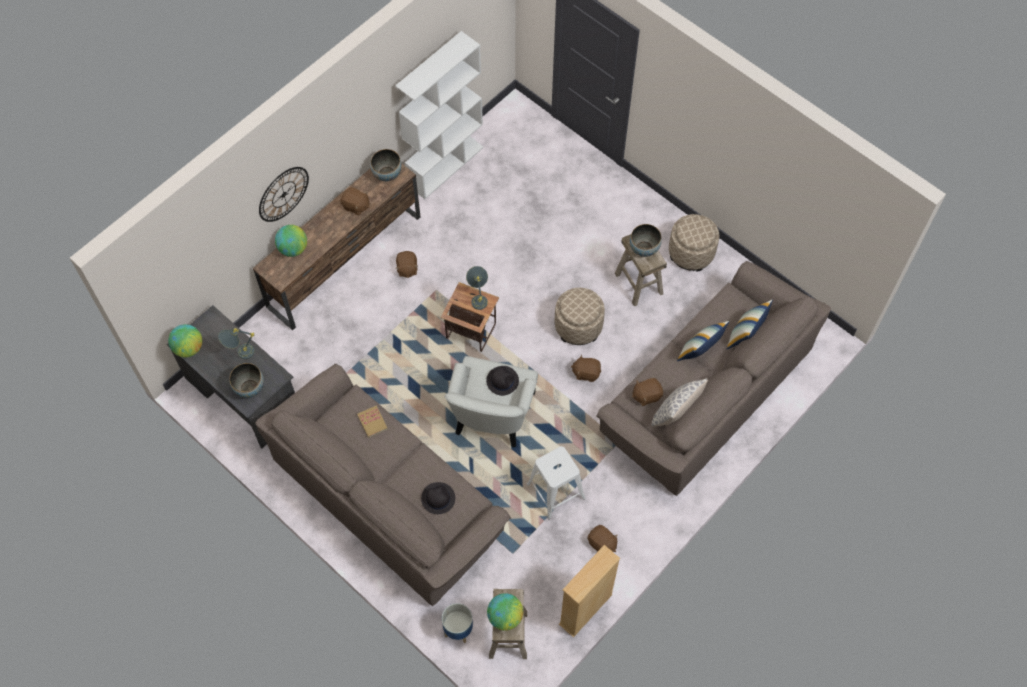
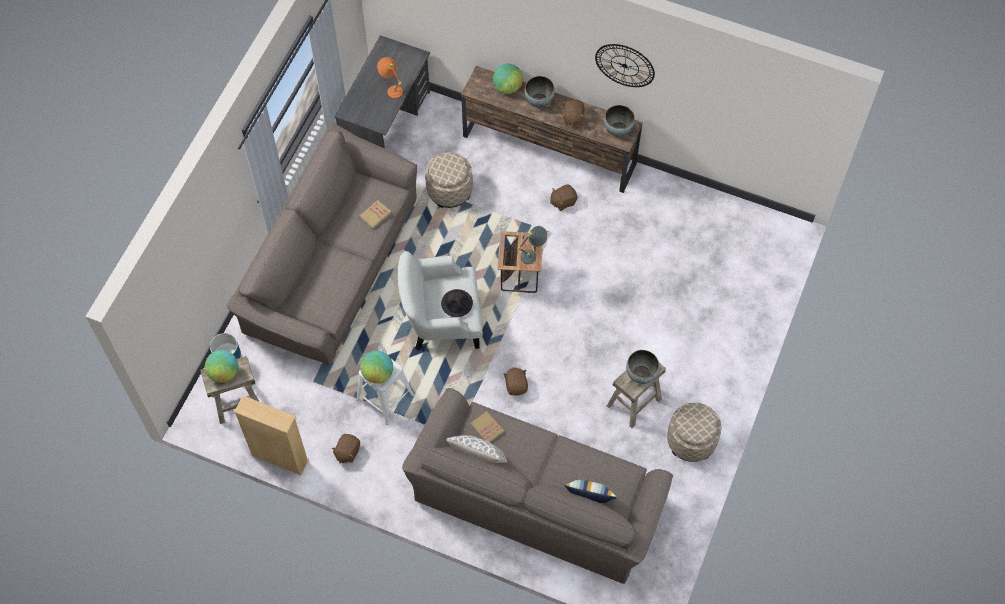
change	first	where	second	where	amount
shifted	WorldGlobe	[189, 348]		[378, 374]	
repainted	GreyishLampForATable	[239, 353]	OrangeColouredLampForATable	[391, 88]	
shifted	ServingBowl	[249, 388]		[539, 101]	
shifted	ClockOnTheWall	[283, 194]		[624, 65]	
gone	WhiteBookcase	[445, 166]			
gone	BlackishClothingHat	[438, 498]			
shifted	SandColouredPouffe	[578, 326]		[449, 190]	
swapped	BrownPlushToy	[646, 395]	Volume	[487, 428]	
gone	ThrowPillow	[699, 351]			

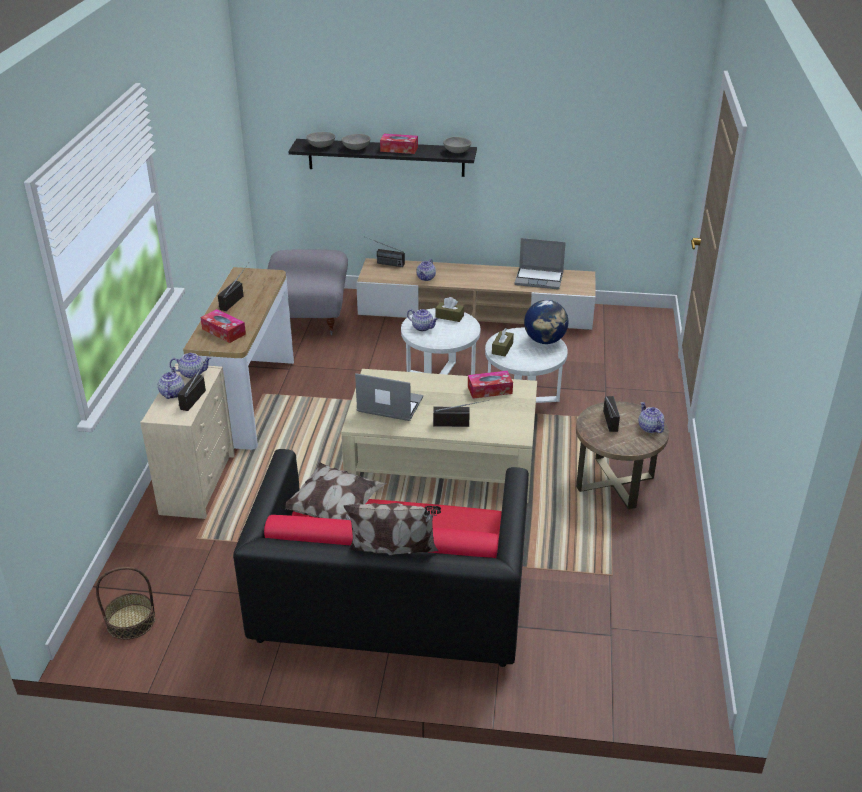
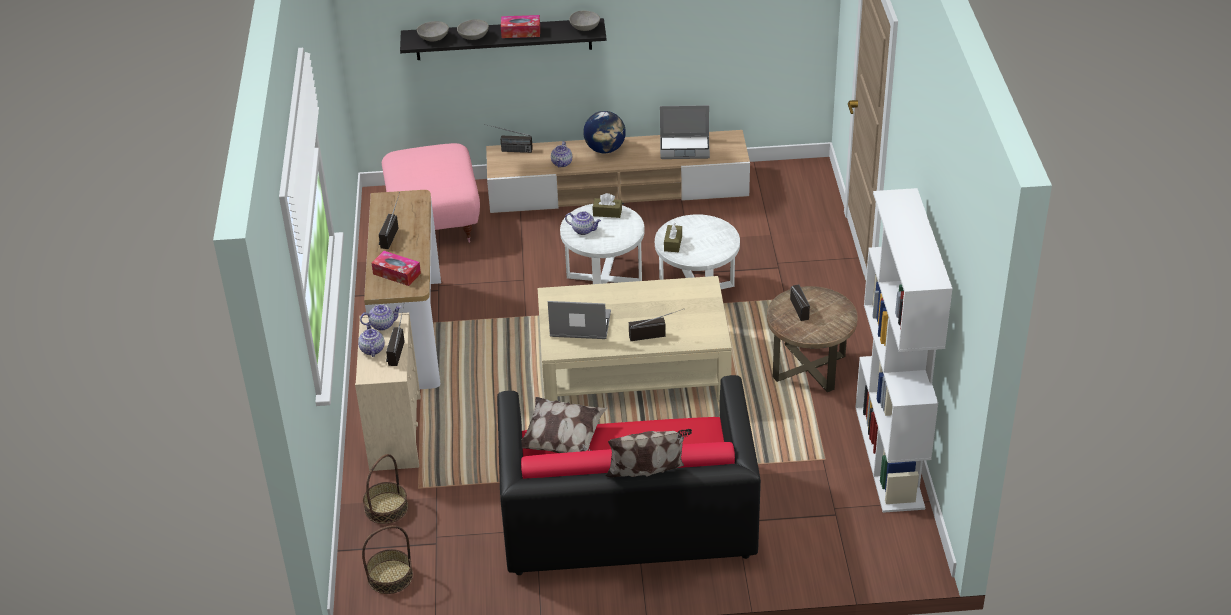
change	first	where	second	where	amount
repainted	GreyishPouffe	[309, 315]	PinkPouffe	[435, 221]	
gone	TissueBox	[489, 390]			
shifted	WorldGlobe	[545, 341]		[605, 149]	
gone	Teapot	[649, 428]			
new			HouseholdBasket	[386, 508]	
new			WhiteBookcase	[890, 457]	

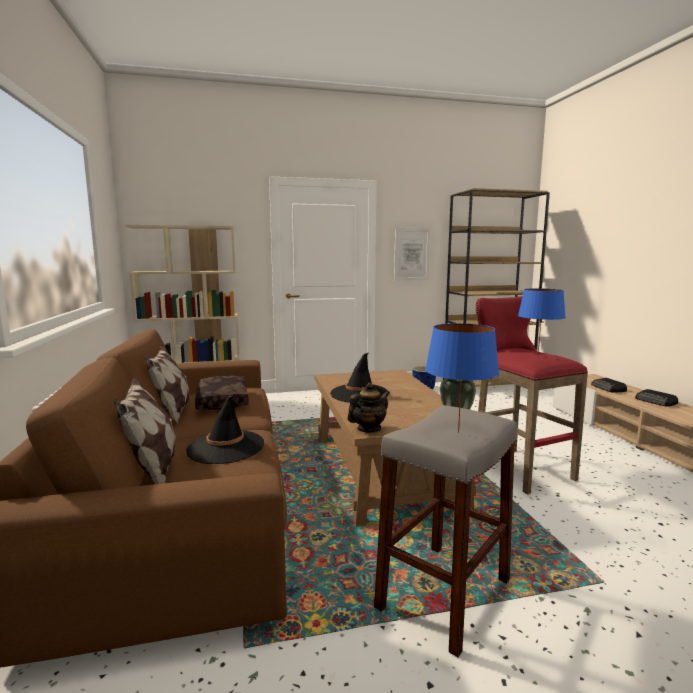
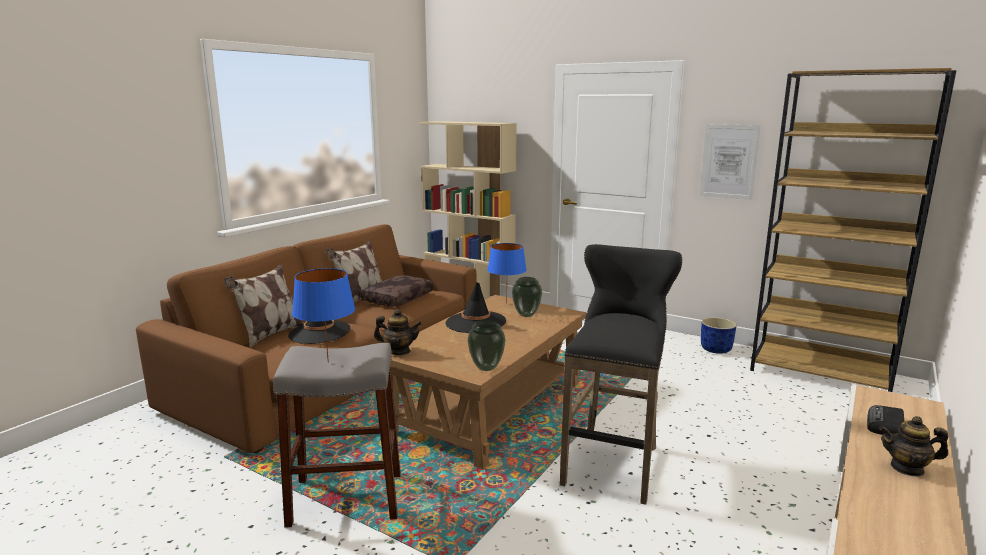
change	first	where	second	where	amount
repainted	ReddishSittingStool	[516, 467]	BlackishSittingStool	[613, 462]	
shifted	BlueLampForATable	[537, 355]		[507, 303]	
swapped	Radio	[656, 401]	Teapot	[907, 468]	
new			FlowerVase	[527, 315]	

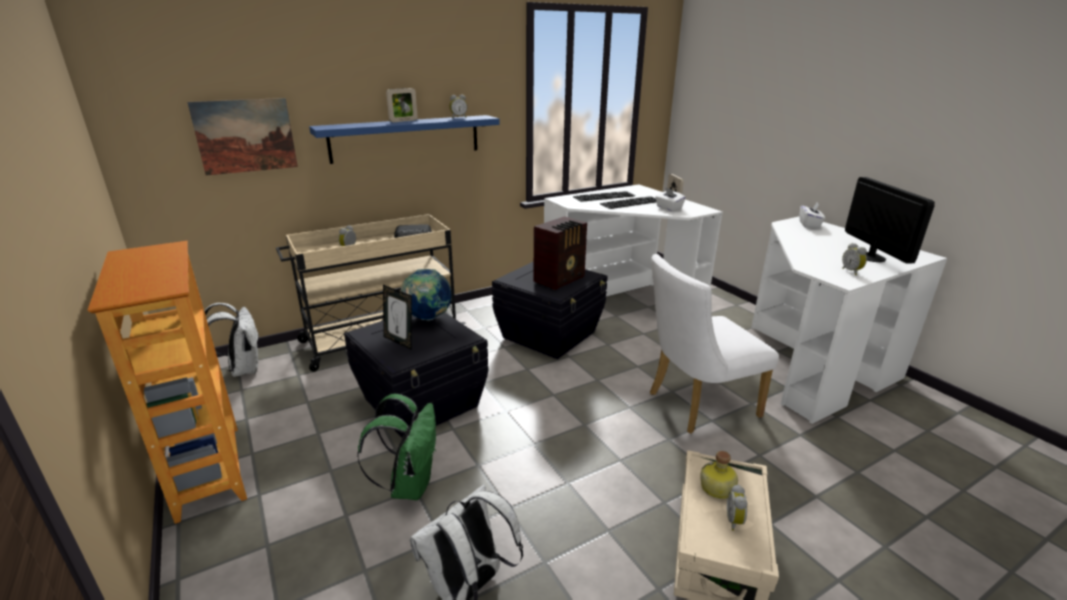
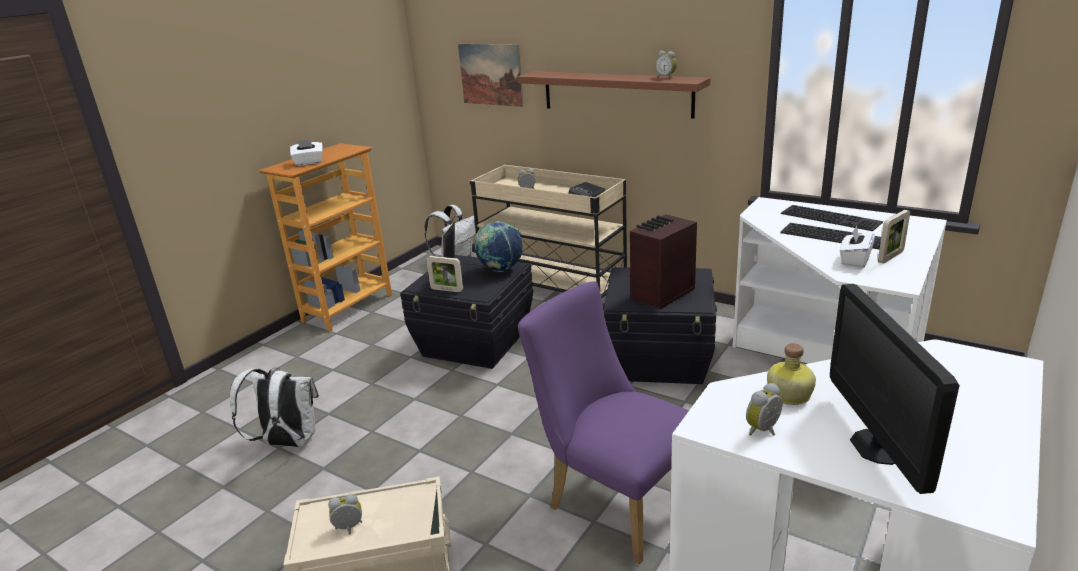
change	first	where	second	where	amount
repainted	BlueBracketShelf	[406, 138]	BrownBracketShelf	[616, 93]	
gone	GreenColouredKnapsack	[410, 484]			
shifted	StandingFrame	[403, 121]		[447, 290]	
rotated	Radio	[560, 279]		[660, 294]	120 degrees clockwise
repainted	WhiteUprightChair	[695, 406]	PurpleUprightChair	[613, 501]	
shifted	DrinkBottle	[716, 489]		[788, 394]	
shifted	WhiteTissueBox	[809, 224]		[309, 162]	
rotated	ComputerDisplay	[870, 257]		[878, 446]	120 degrees clockwise

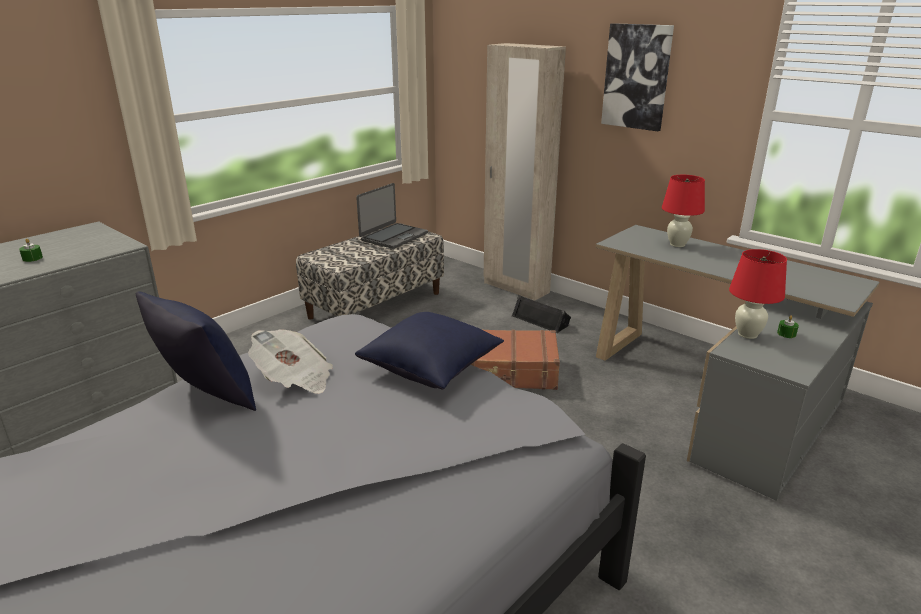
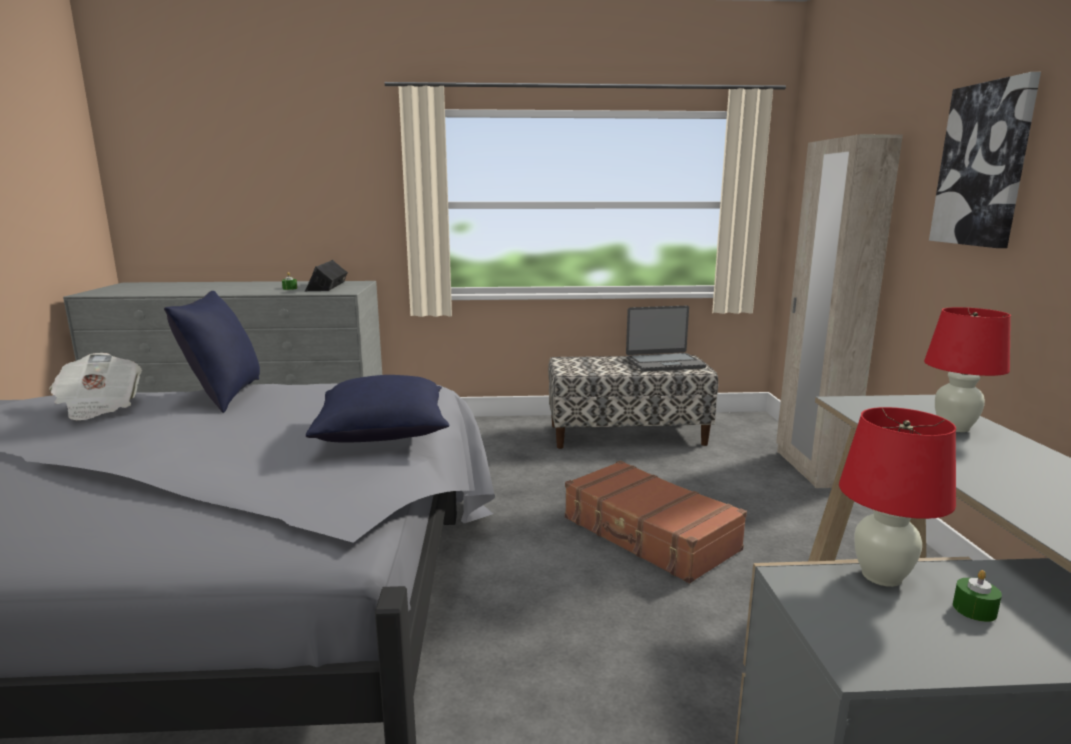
change	first	where	second	where	amount
shifted	DailyPaper	[294, 379]		[99, 407]	
shifted	BlackishLoudspeaker	[541, 320]		[328, 286]	

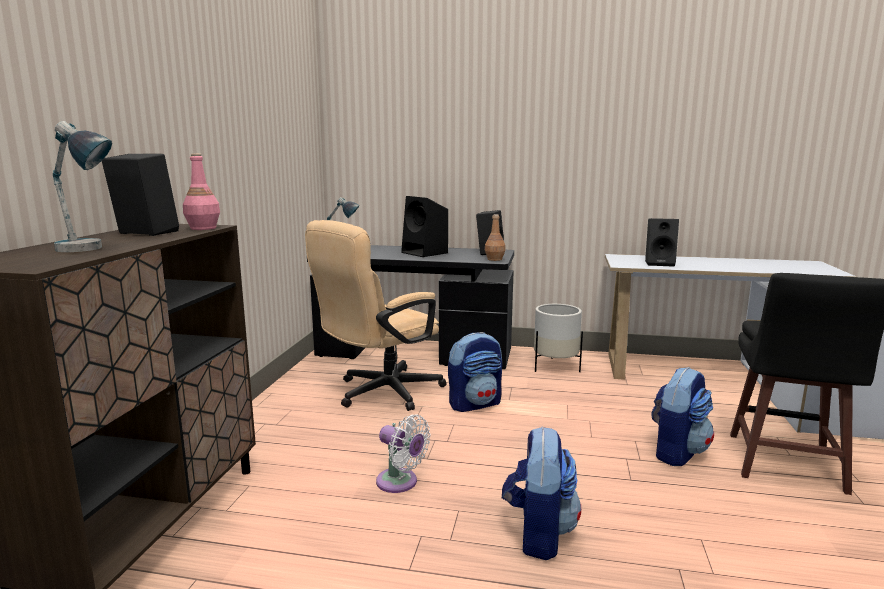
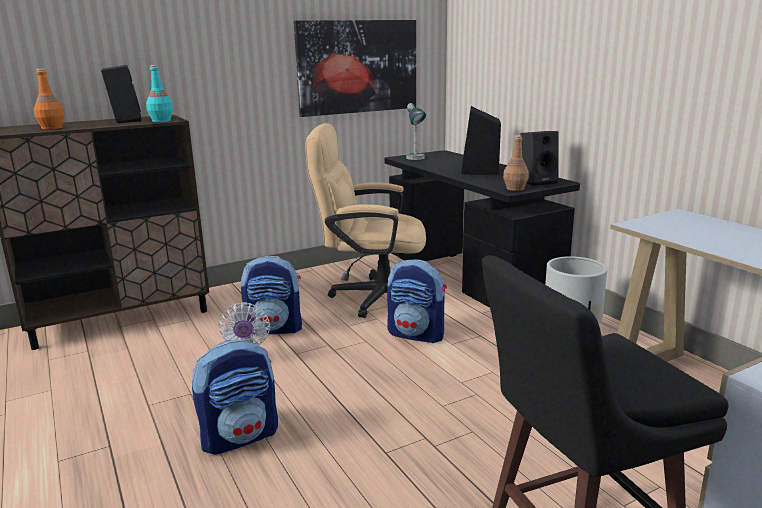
change	first	where	second	where	amount
swapped	LampForATable	[88, 250]	OrangeColouredDrinkBottle	[52, 128]	
repainted	PinkDrinkBottle	[203, 228]	TurquoiseDrinkBottle	[161, 121]	
gone	BlackishLoudspeaker	[660, 263]			
shifted	Knapsack	[677, 452]		[275, 328]	
new			WallArt	[357, 67]	

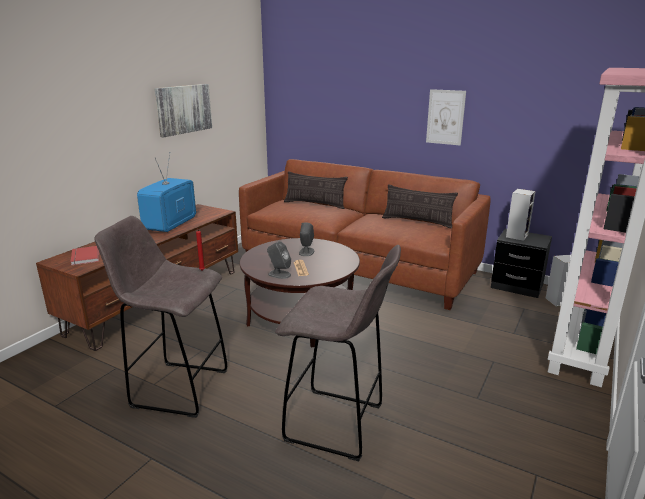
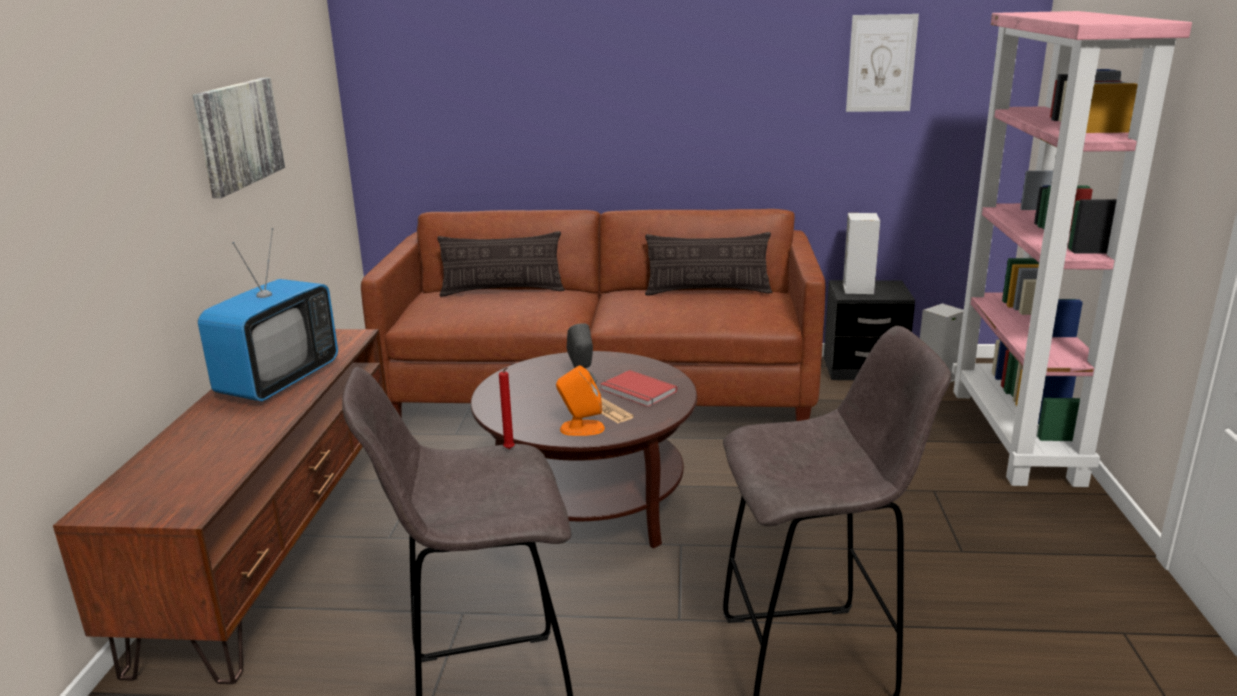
change	first	where	second	where	amount
shifted	ReddishVolume	[84, 257]		[637, 391]	
rotated	Tv	[171, 225]		[279, 381]	150 degrees counterclockwise
repainted	GreyishLoudspeaker	[279, 274]	OrangeColouredLoudspeaker	[581, 428]	
shifted	WallArt	[445, 117]		[881, 63]	

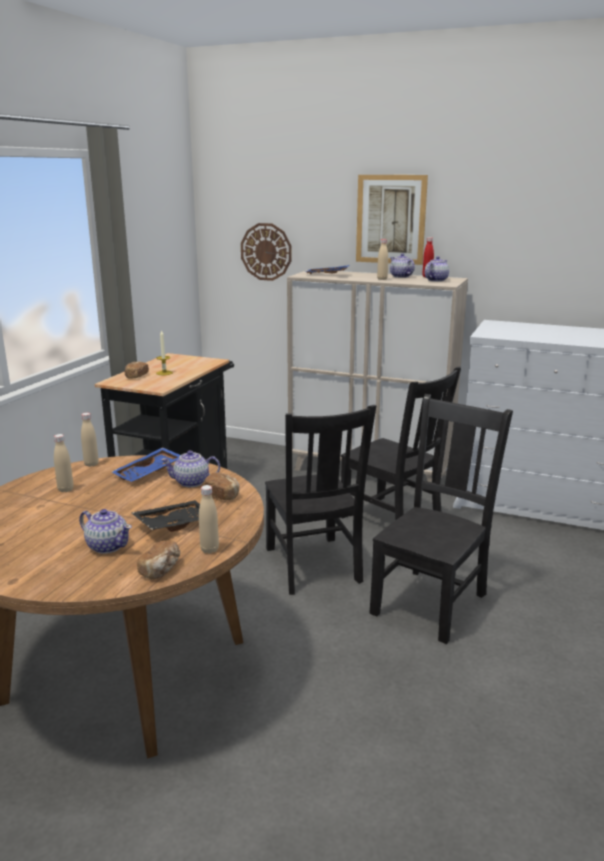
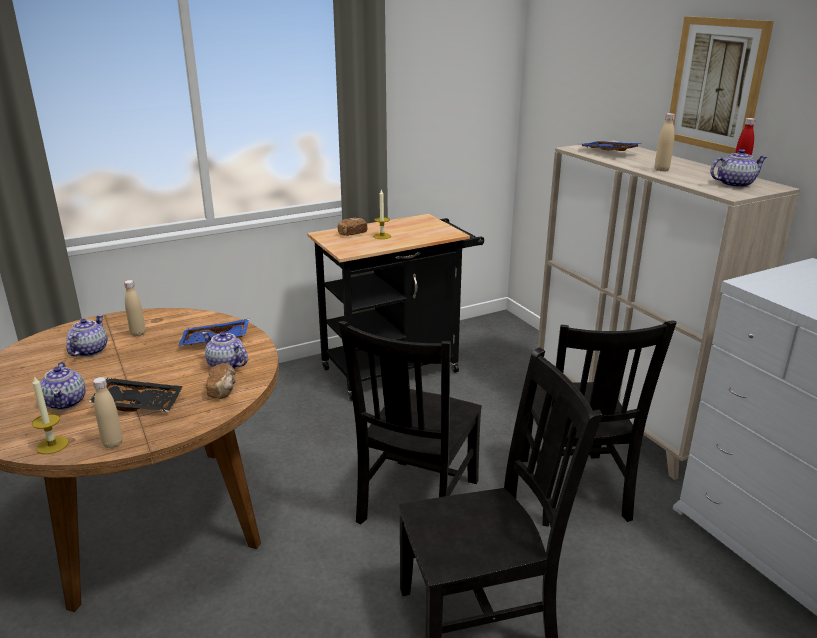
change	first	where	second	where	amount
gone	SandColouredDrinkBottle	[91, 464]			
swapped	BakedBread	[161, 569]	WaxCandle	[52, 445]	
gone	ClockOnTheWall	[266, 252]			
shifted	Teapot	[401, 276]		[89, 351]	

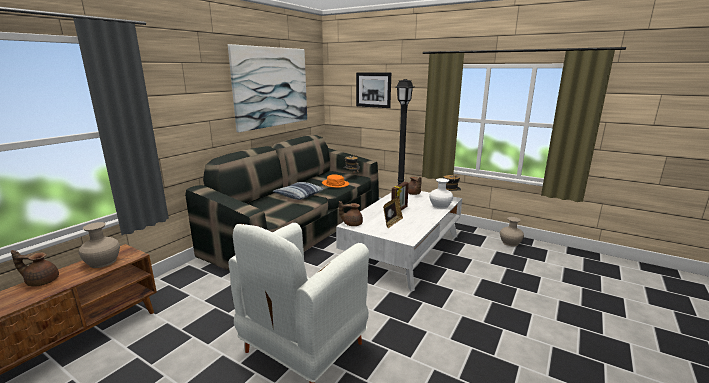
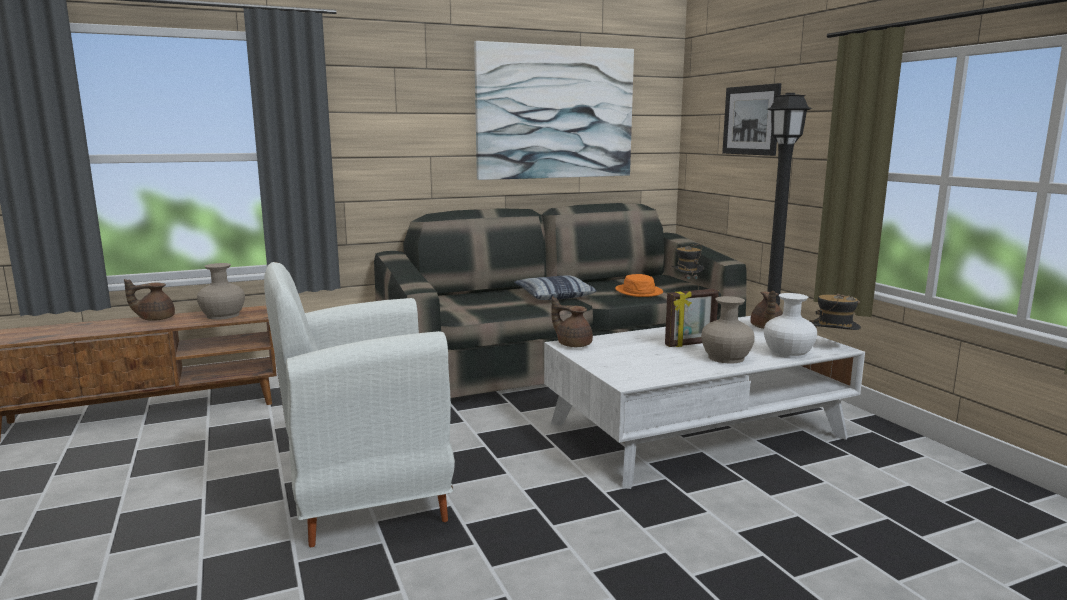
change	first	where	second	where	amount
rotated	BrownTeapot	[42, 281]		[155, 319]	60 degrees counterclockwise
gone	StandingFrame	[392, 223]			
shifted	SandColouredFlowerVase	[510, 243]		[726, 357]	

